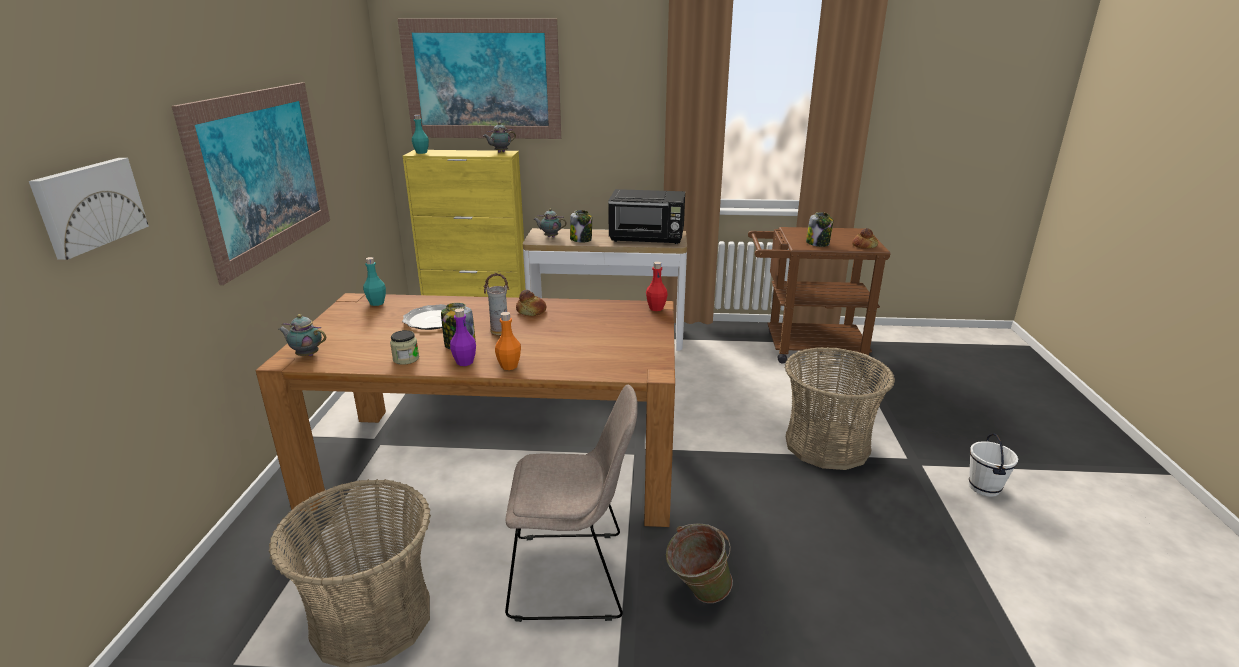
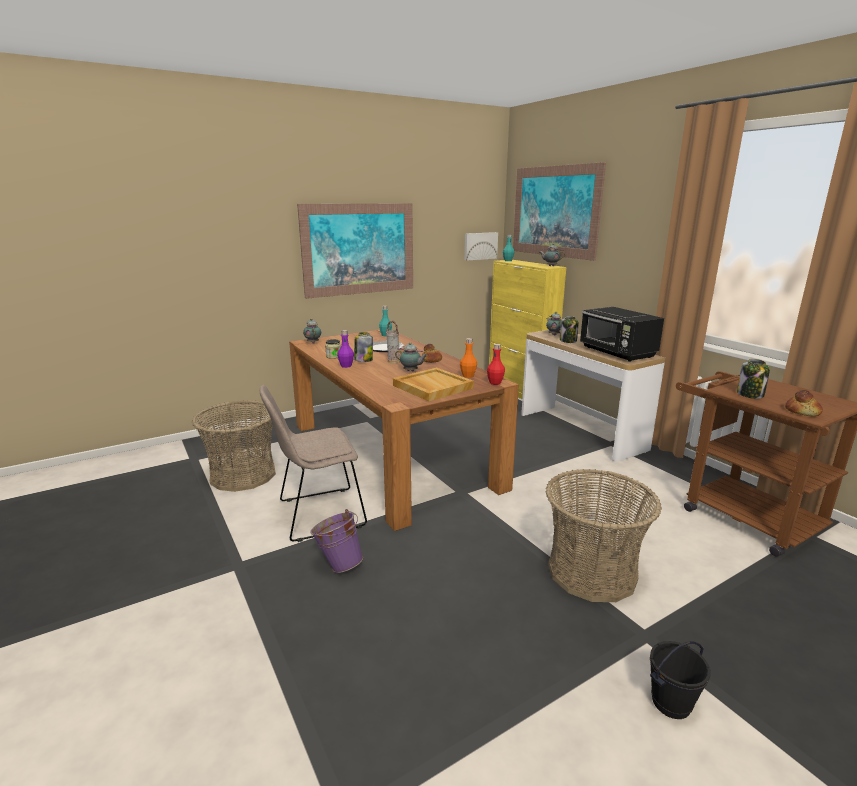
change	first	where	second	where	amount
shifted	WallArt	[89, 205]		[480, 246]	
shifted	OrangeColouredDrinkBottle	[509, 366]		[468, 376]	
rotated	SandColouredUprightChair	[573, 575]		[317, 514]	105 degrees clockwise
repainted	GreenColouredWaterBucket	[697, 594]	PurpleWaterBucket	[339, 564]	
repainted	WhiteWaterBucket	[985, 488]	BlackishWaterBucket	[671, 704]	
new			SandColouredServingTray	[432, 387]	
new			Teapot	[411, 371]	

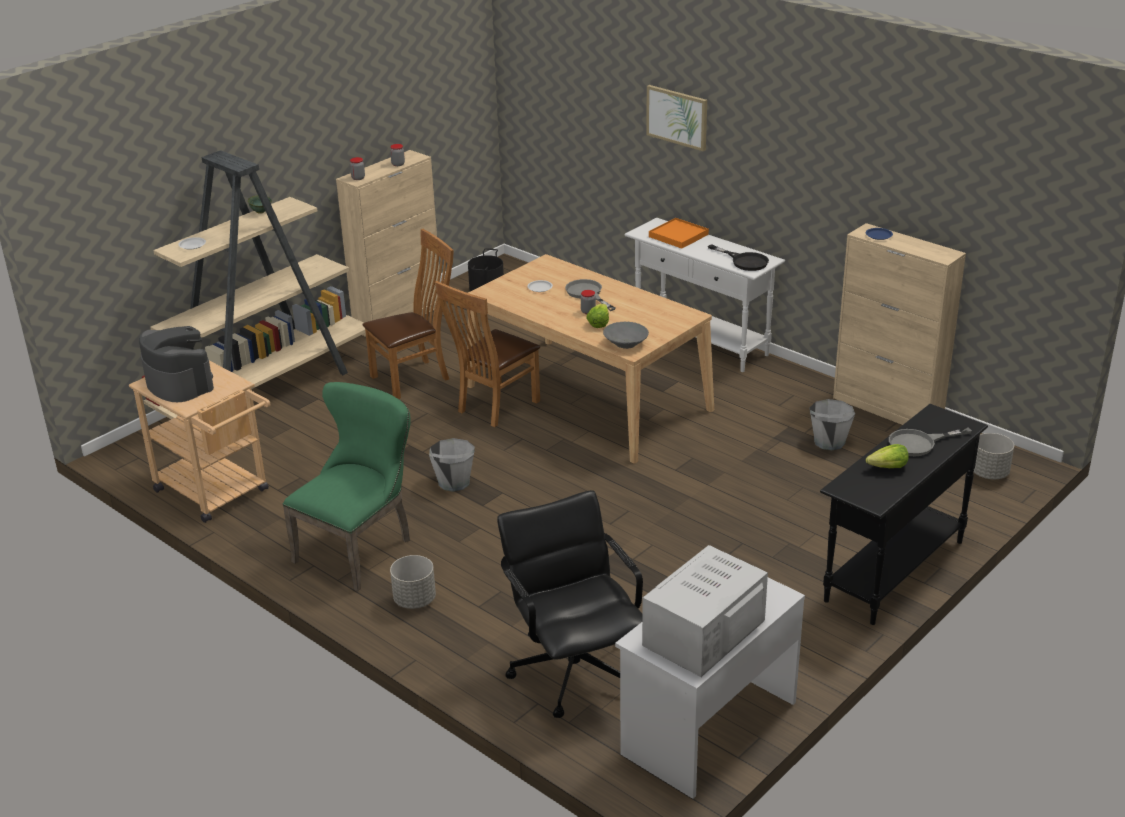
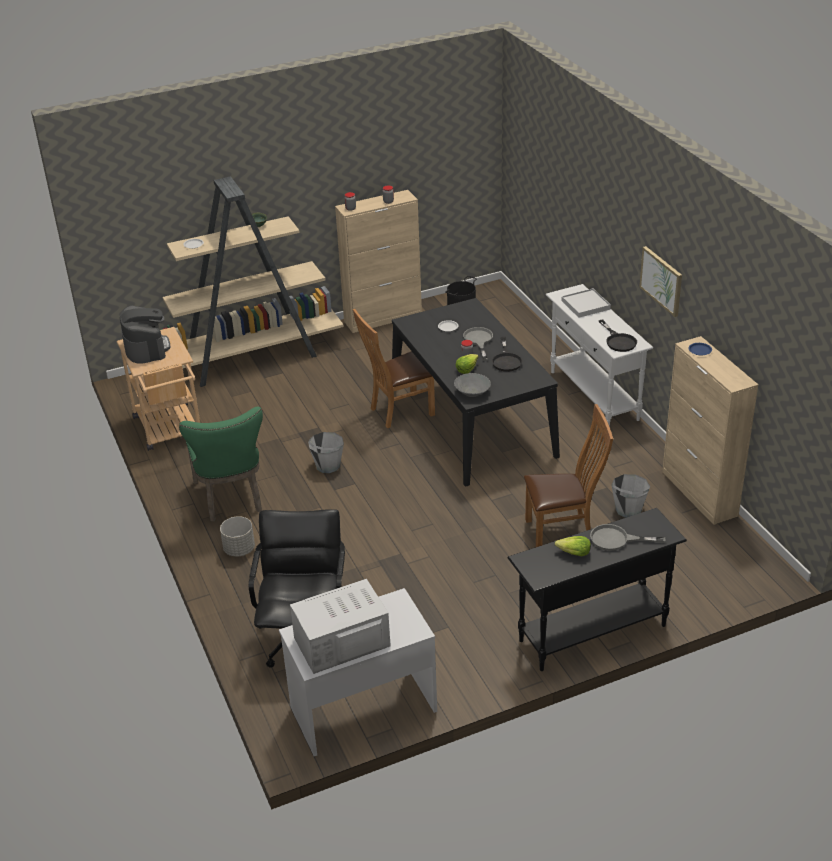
change	first	where	second	where	amount
rotated	GreenColouredUprightChair	[360, 548]		[231, 499]	105 degrees clockwise
shifted	BrownUprightChair	[415, 377]		[563, 531]	
repainted	SandColouredDiningTable	[588, 398]	BlackishDiningTable	[472, 421]	
shifted	WallArt	[677, 117]		[661, 280]	
repainted	OrangeColouredServingTray	[678, 235]	WhiteServingTray	[585, 305]	
gone	GreyishPlantPot	[989, 473]			
new			BlackishSkillet	[506, 360]	

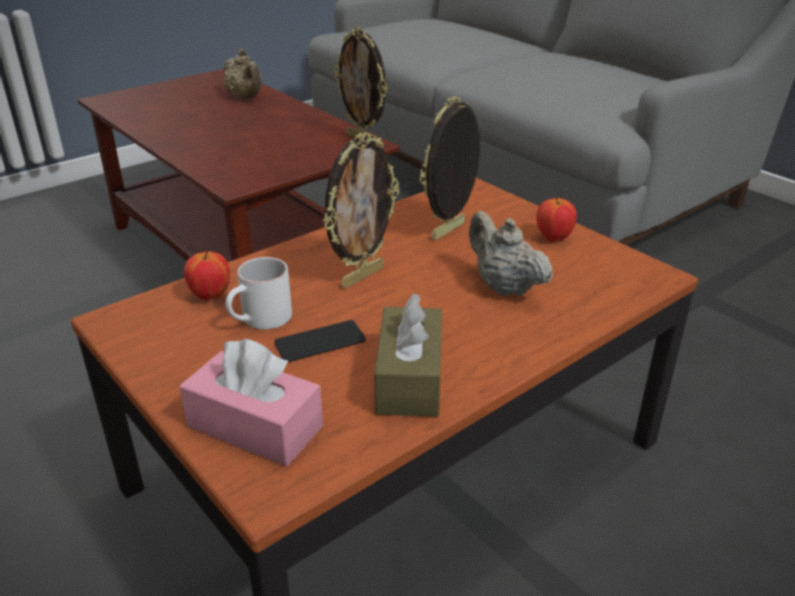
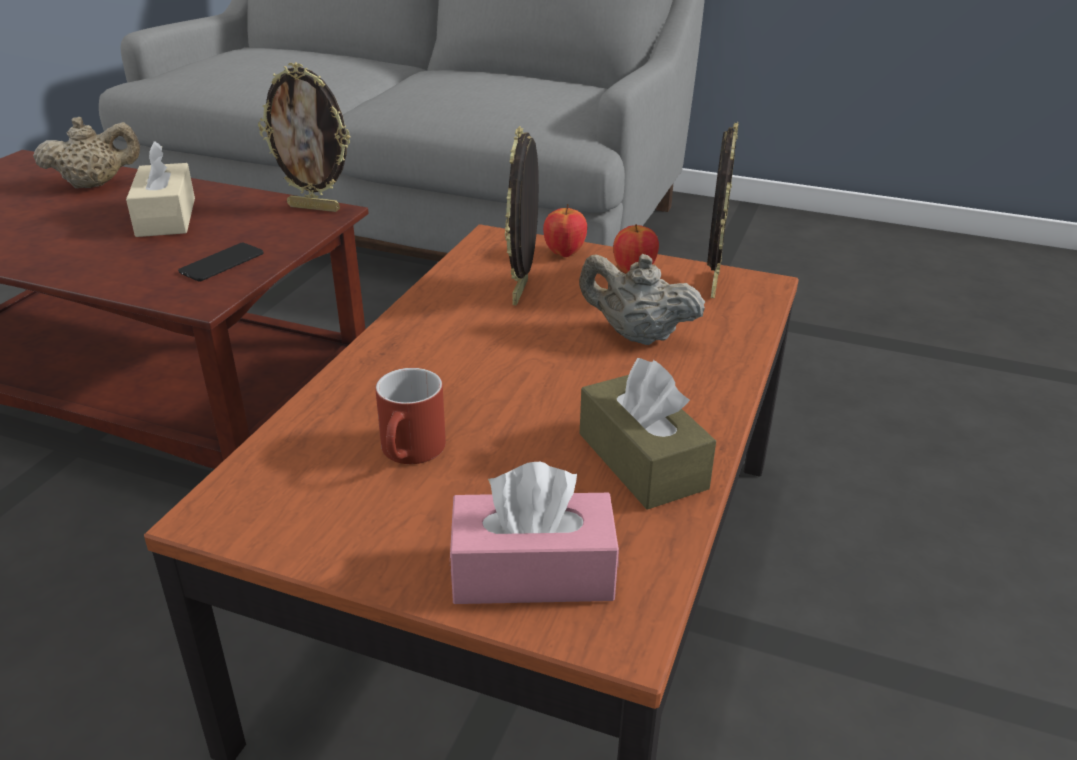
change	first	where	second	where	amount
shifted	WholeApple	[210, 296]		[564, 253]	
rotated	SandColouredTeapot	[246, 97]		[96, 184]	45 degrees counterclockwise
repainted	WhiteMug	[261, 321]	ReddishMug	[411, 453]	
shifted	Handset	[320, 342]		[222, 263]	
shifted	StandingFrame	[362, 276]		[712, 284]	
new			SandColouredTissueBox	[166, 217]	

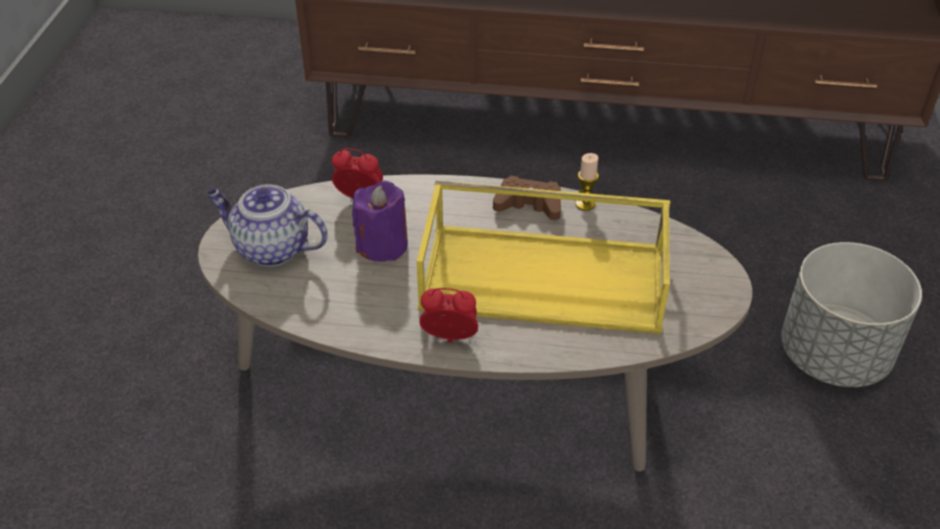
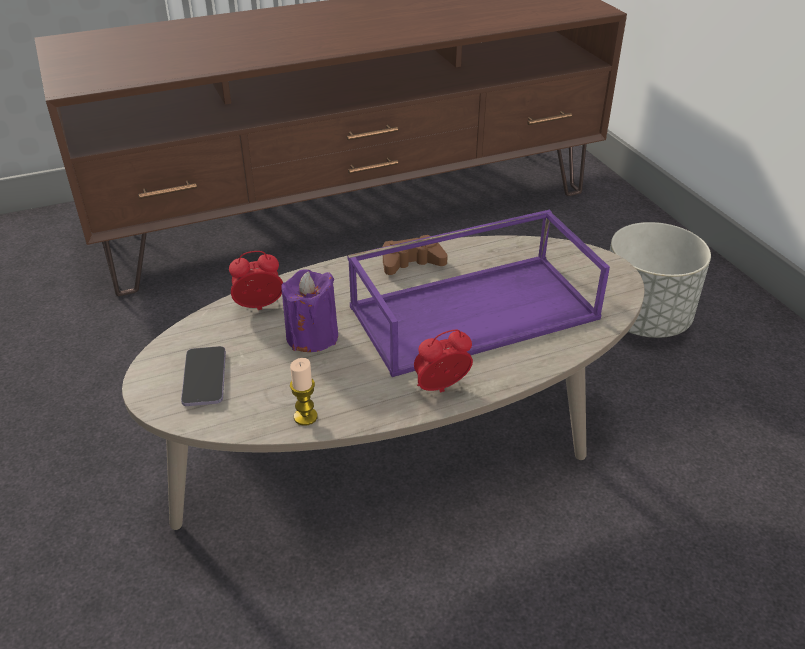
change	first	where	second	where	amount
swapped	Teapot	[270, 248]	Handset	[204, 378]	
repainted	YellowishServingTray	[546, 277]	PurpleServingTray	[475, 310]	
shifted	WaxCandle	[585, 204]		[305, 417]	

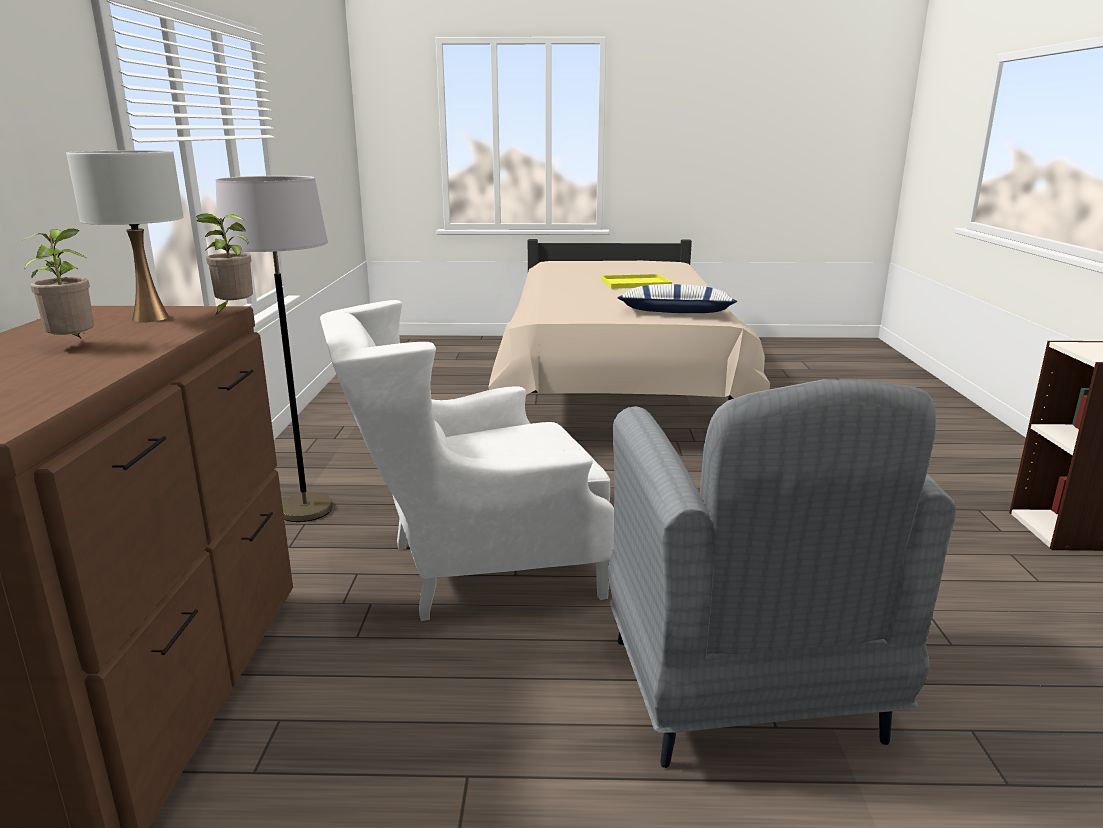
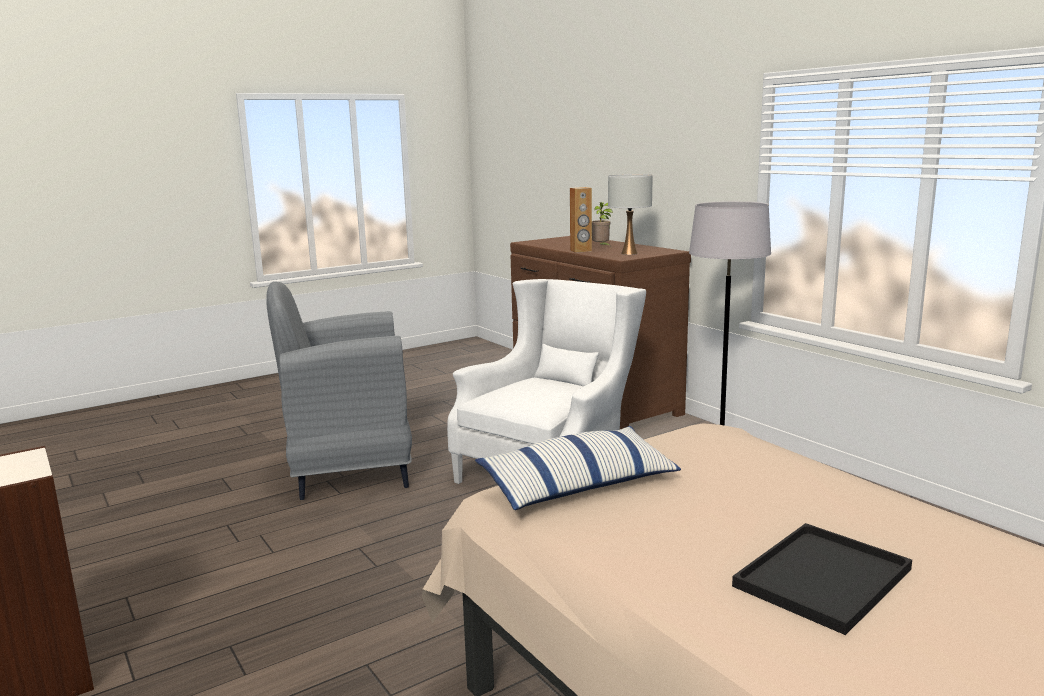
change	first	where	second	where	amount
gone	PottedPlant	[233, 311]			
repainted	YellowishServingTray	[634, 283]	BlackishServingTray	[822, 576]	
rotated	GreyishArmchair	[744, 692]		[350, 470]	60 degrees counterclockwise
new			BrownLoudspeaker	[581, 251]	

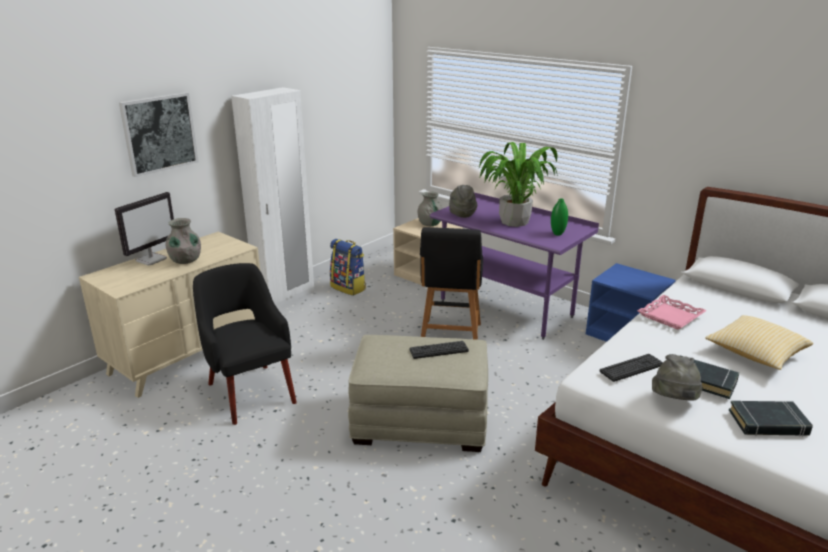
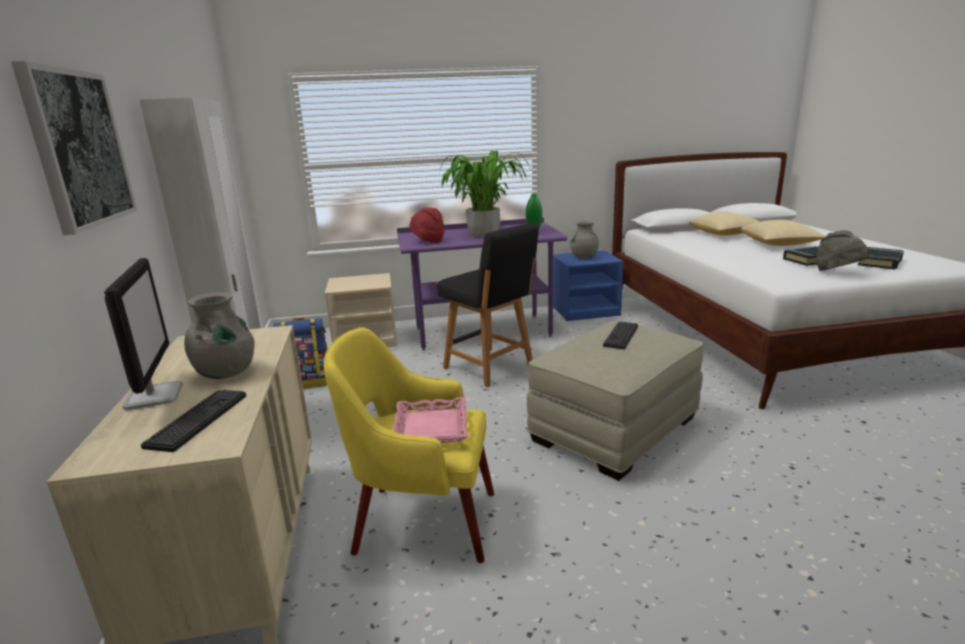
change	first	where	second	where	amount
repainted	BlackishArmchair	[250, 391]	YellowishArmchair	[421, 521]	
shifted	GreyishFlowerVase	[430, 224]		[584, 257]	
repainted	GreyishClothingHat	[462, 213]	ReddishClothingHat	[428, 241]	
shifted	ComputerKeyboard	[631, 368]		[198, 420]	
shifted	PinkServingTray	[670, 316]		[430, 427]	
new			ThrowPillow	[724, 234]	

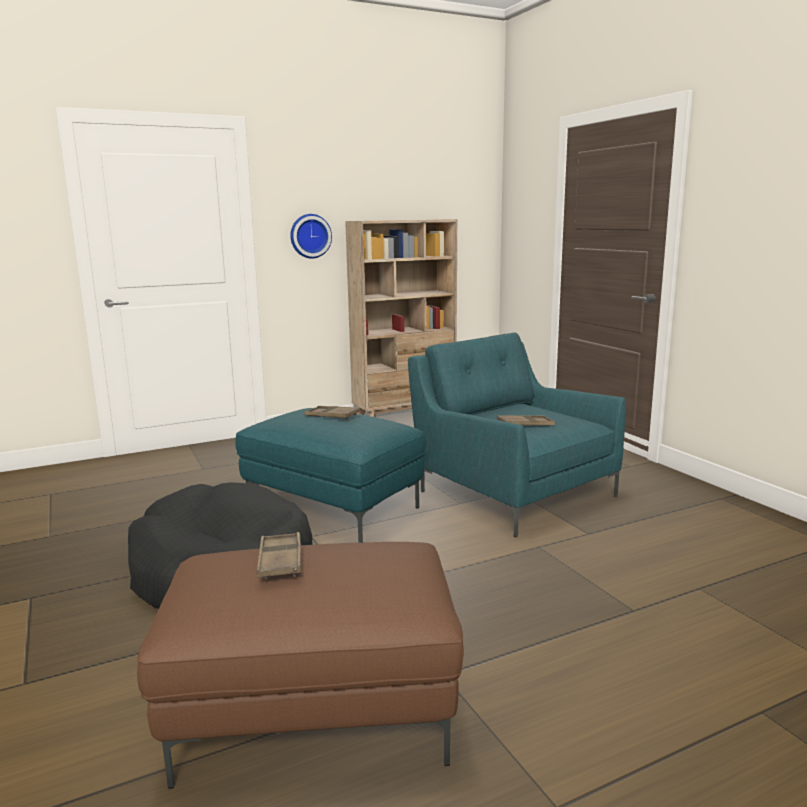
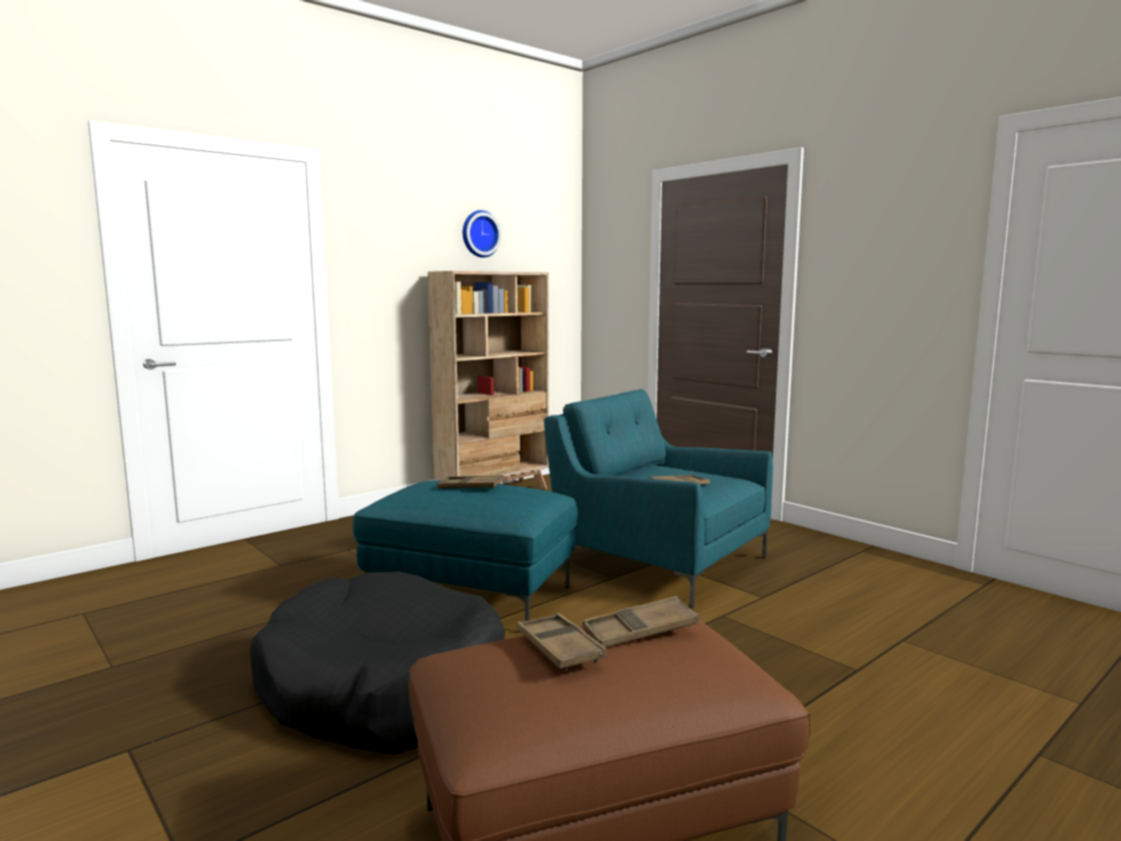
change	first	where	second	where	amount
shifted	ClockOnTheWall	[310, 236]		[479, 234]	
new			BrownServingTray	[640, 630]	

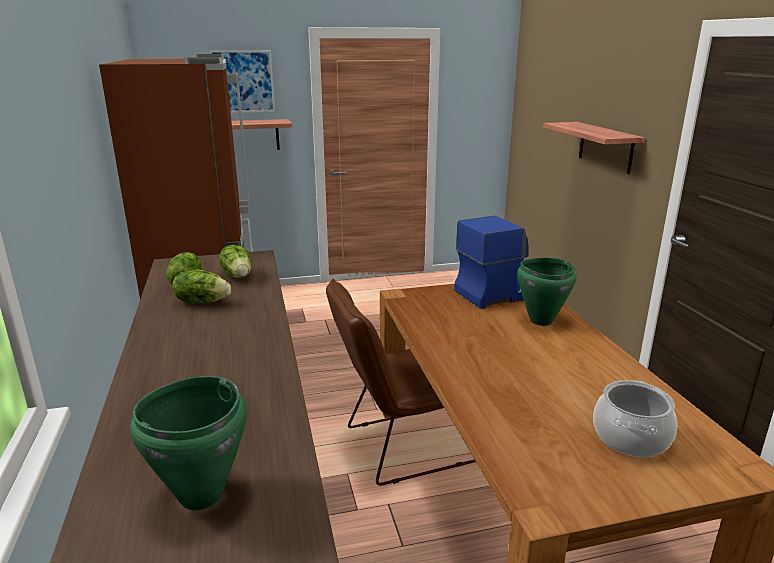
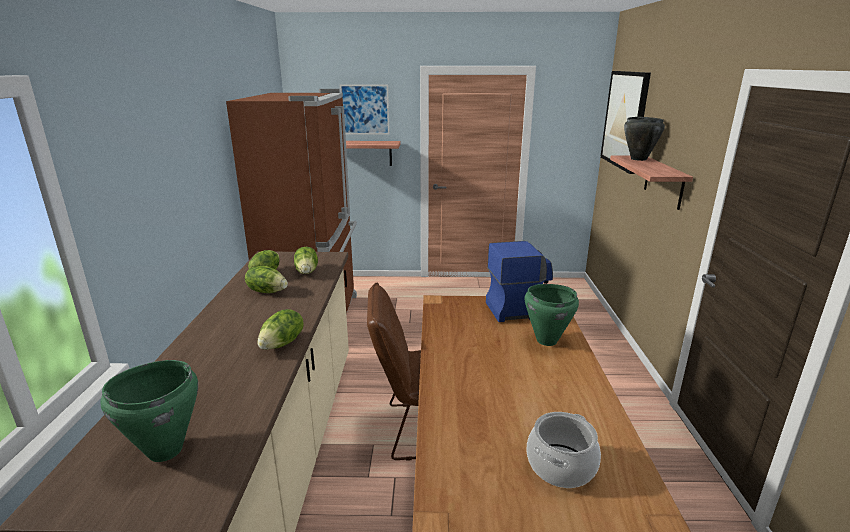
change	first	where	second	where	amount
new			HeadOfLettuce	[283, 343]	
new			WallArt	[625, 119]	
new			BlackishCookingPot	[638, 159]	

